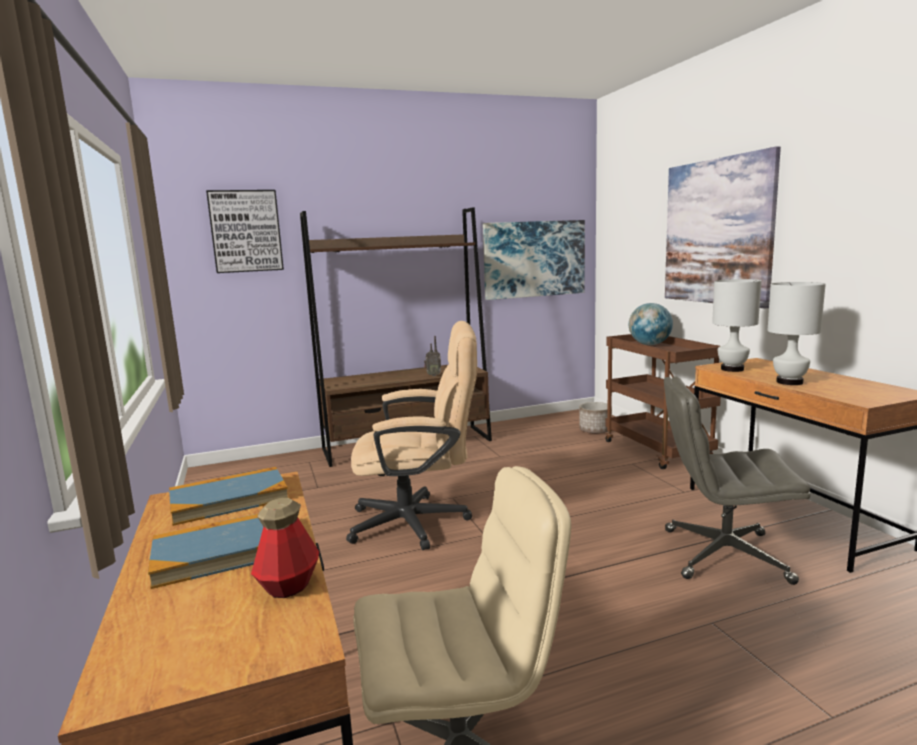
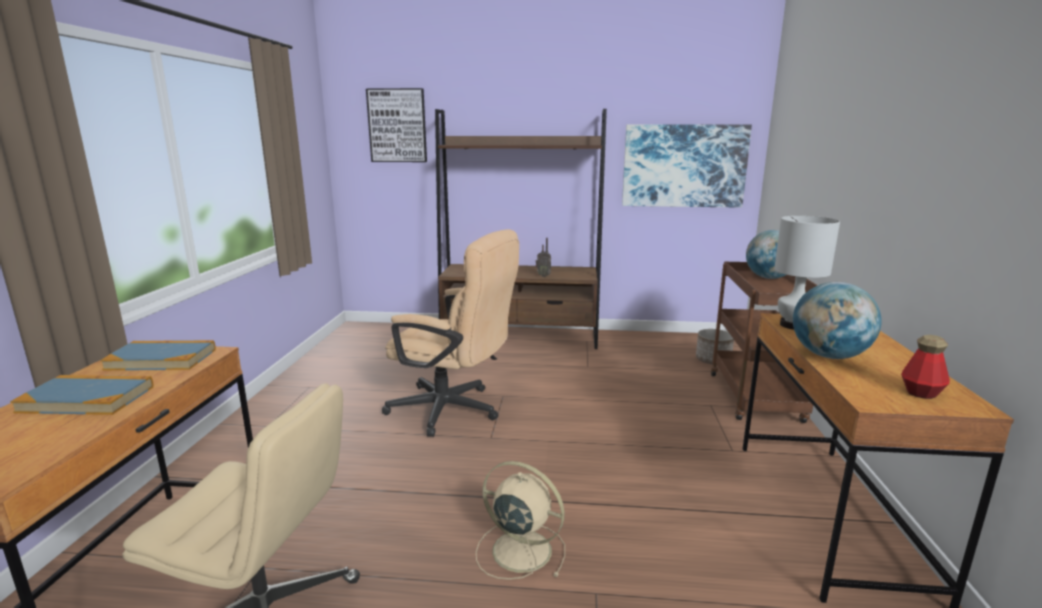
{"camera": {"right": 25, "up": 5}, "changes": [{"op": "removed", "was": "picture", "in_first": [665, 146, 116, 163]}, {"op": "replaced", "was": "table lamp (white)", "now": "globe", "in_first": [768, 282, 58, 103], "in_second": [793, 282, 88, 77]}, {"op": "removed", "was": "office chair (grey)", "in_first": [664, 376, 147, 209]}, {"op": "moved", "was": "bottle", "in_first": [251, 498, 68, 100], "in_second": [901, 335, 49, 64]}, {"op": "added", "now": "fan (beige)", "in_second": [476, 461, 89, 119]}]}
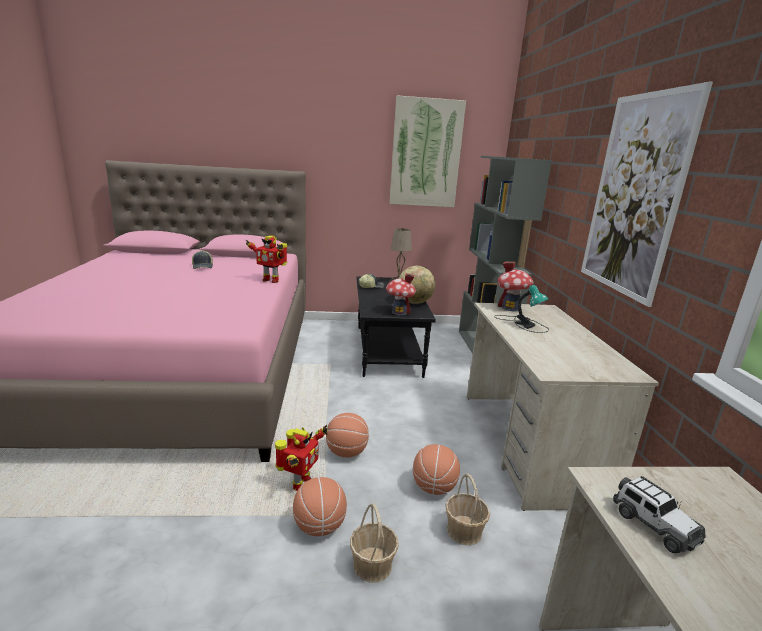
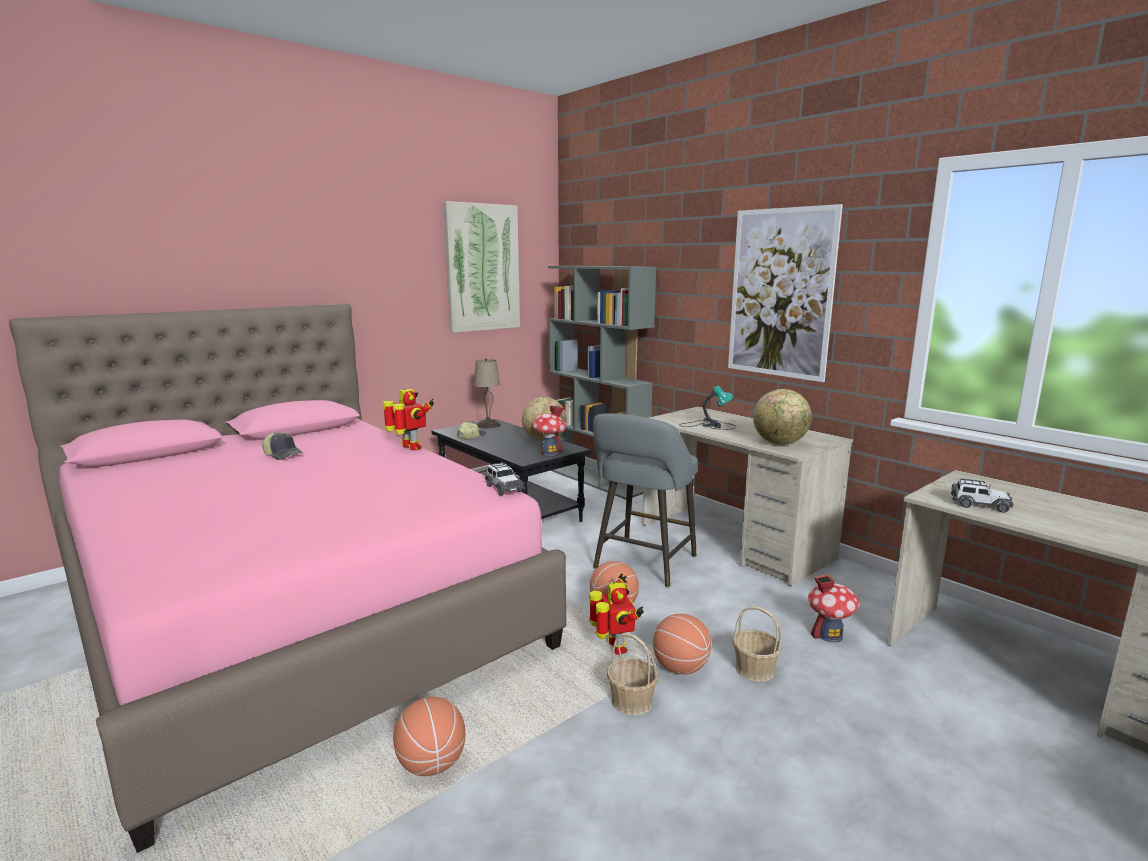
{"camera": {"right": -35, "up": -5}, "changes": [{"op": "turned", "was": "toy robot", "in_first": [245, 235, 42, 48], "in_second": [383, 389, 51, 61], "clockwise": -120}, {"op": "moved", "was": "toy house", "in_first": [498, 262, 35, 50], "in_second": [808, 574, 51, 69]}, {"op": "moved", "was": "basketball", "in_first": [413, 444, 47, 51], "in_second": [393, 697, 72, 79]}, {"op": "moved", "was": "basket", "in_first": [445, 473, 45, 72], "in_second": [607, 633, 52, 83]}, {"op": "added", "now": "globe", "in_second": [753, 389, 59, 56]}, {"op": "added", "now": "stool (grey)", "in_second": [593, 414, 105, 174]}, {"op": "added", "now": "toy car", "in_second": [485, 462, 39, 34]}]}
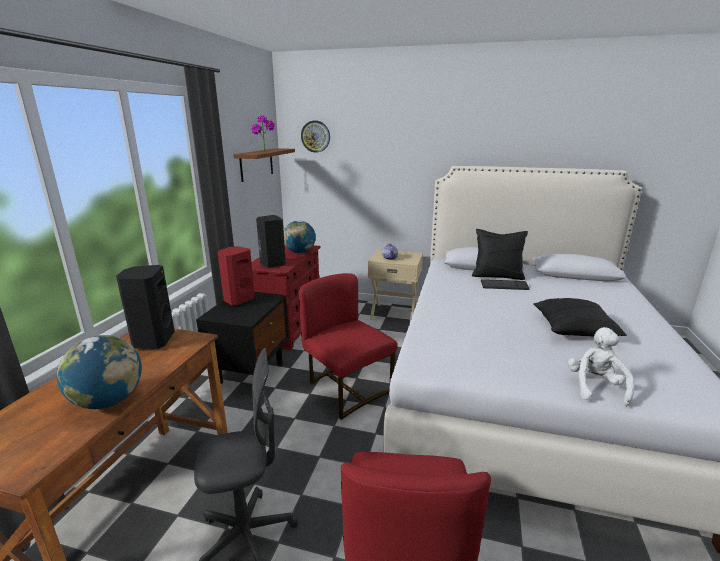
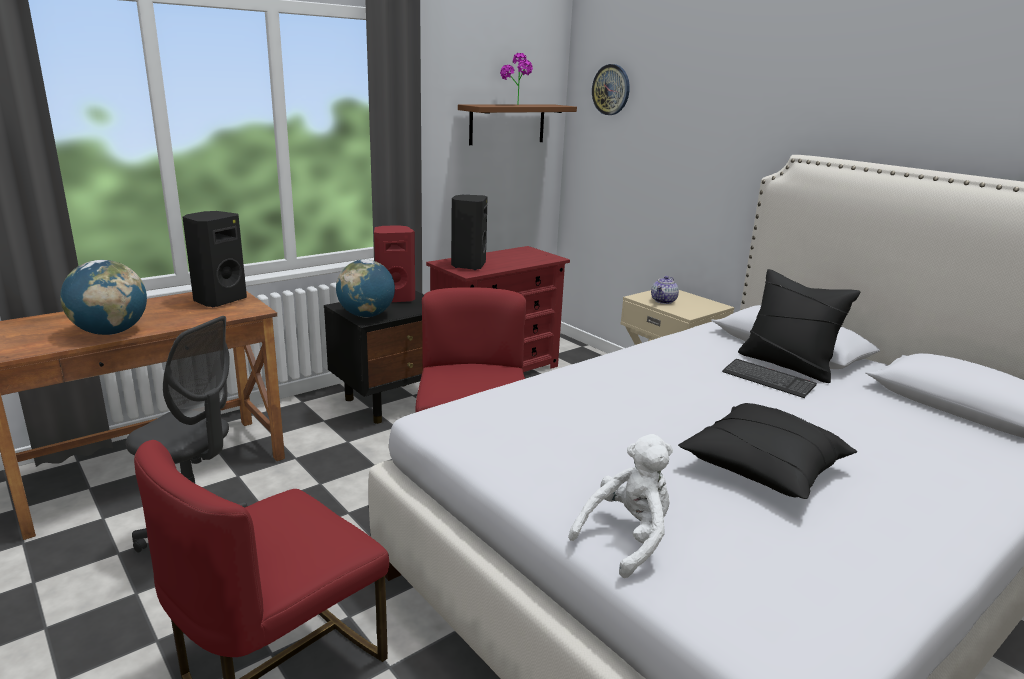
{"camera": {"right": 35, "up": 0}, "changes": [{"op": "moved", "was": "globe", "in_first": [284, 221, 32, 32], "in_second": [336, 259, 59, 58]}]}
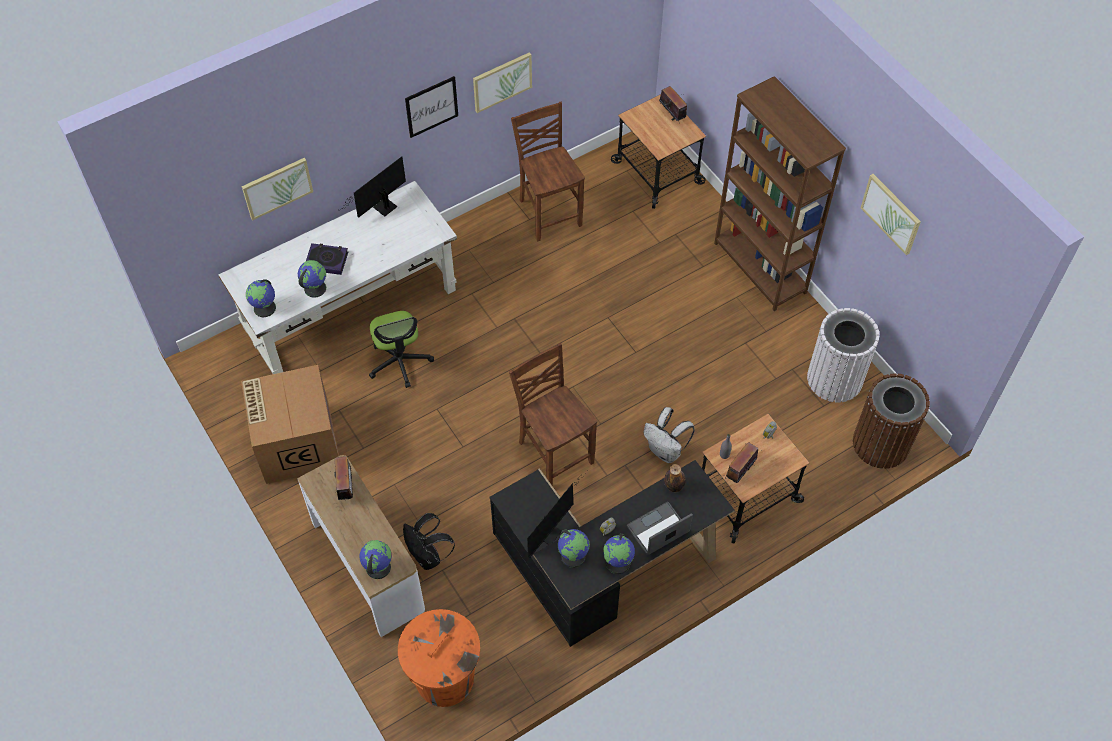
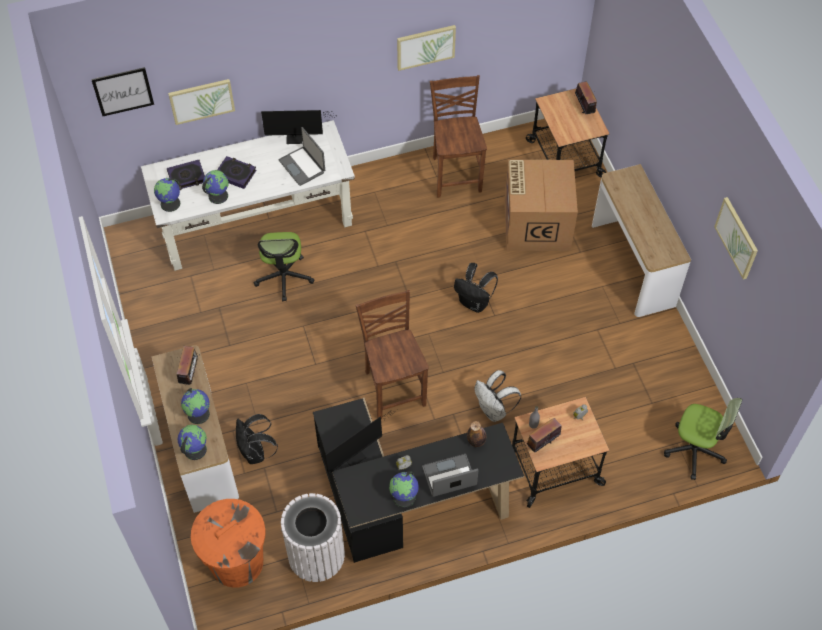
{"camera": {"right": 15, "up": 0}, "changes": [{"op": "moved", "was": "picture", "in_first": [405, 76, 53, 62], "in_second": [91, 67, 63, 49]}, {"op": "replaced", "was": "bookcase (brown)", "now": "console table", "in_first": [714, 76, 132, 235], "in_second": [592, 164, 99, 153]}, {"op": "turned", "was": "monitor", "in_first": [341, 157, 65, 61], "in_second": [261, 110, 76, 34], "clockwise": -150}, {"op": "moved", "was": "trash can (white)", "in_first": [807, 308, 72, 94], "in_second": [281, 493, 64, 89]}, {"op": "moved", "was": "cardboard box", "in_first": [241, 365, 98, 119], "in_second": [504, 160, 74, 91]}, {"op": "replaced", "was": "trash can (brown)", "now": "office chair", "in_first": [853, 373, 77, 96], "in_second": [664, 398, 78, 82]}, {"op": "moved", "was": "globe", "in_first": [558, 529, 32, 39], "in_second": [181, 388, 29, 36]}, {"op": "added", "now": "laptop", "in_second": [278, 127, 47, 59]}, {"op": "added", "now": "book", "in_second": [167, 160, 38, 30]}, {"op": "added", "now": "backpack (black)", "in_second": [454, 263, 44, 50]}]}
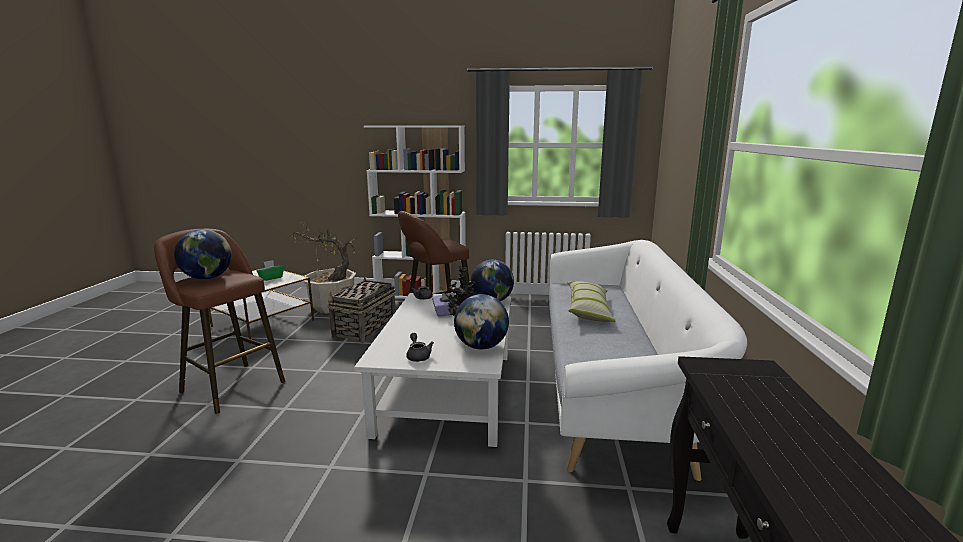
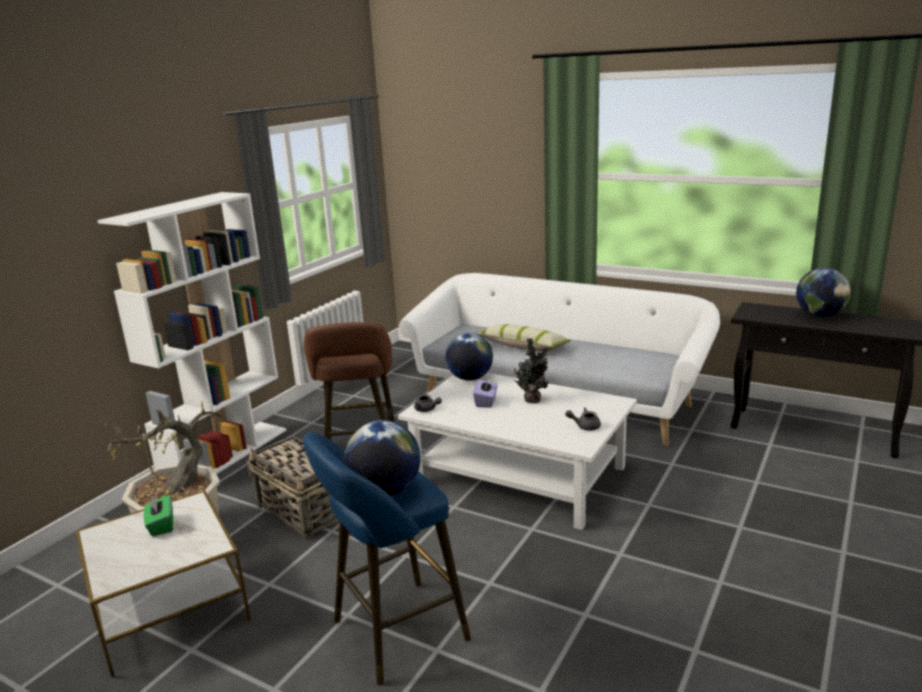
{"camera": {"right": -65, "up": 5}, "changes": [{"op": "recoloured", "was": "stool (brown)", "now": "stool (blue)", "in_first": [154, 229, 131, 185], "in_second": [303, 433, 168, 253]}, {"op": "moved", "was": "globe", "in_first": [454, 294, 55, 55], "in_second": [796, 268, 55, 49]}]}
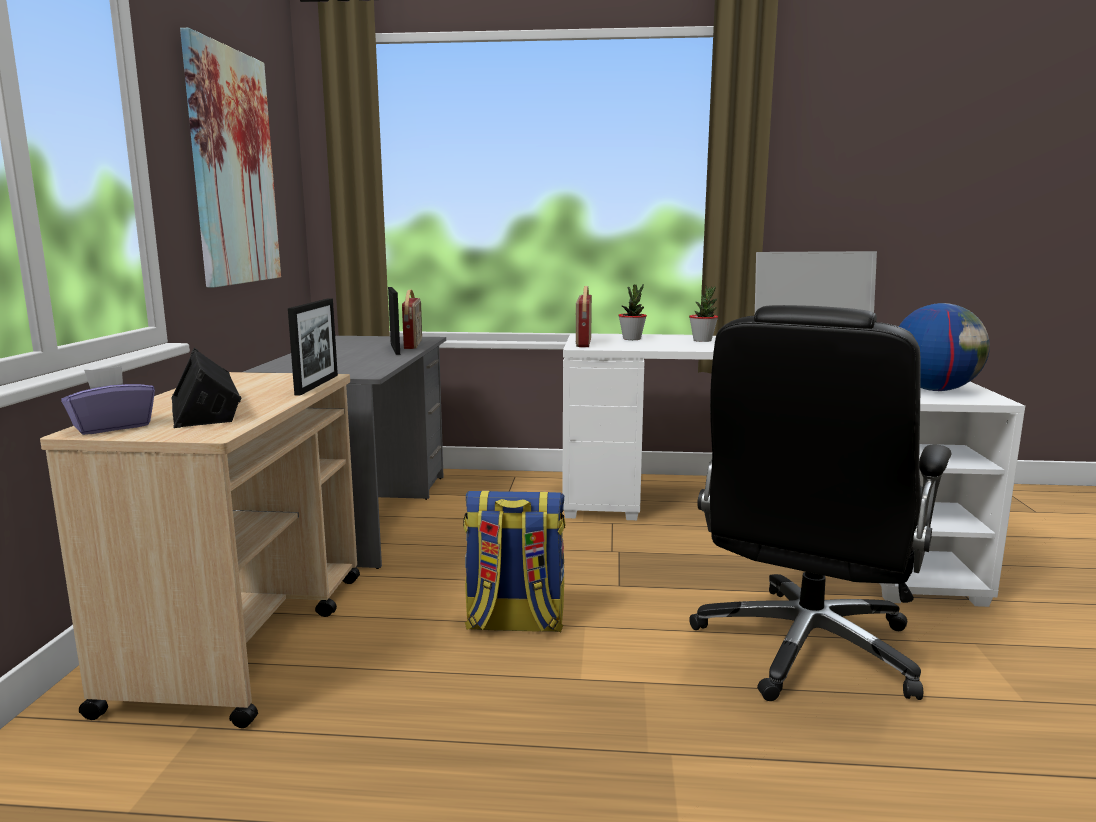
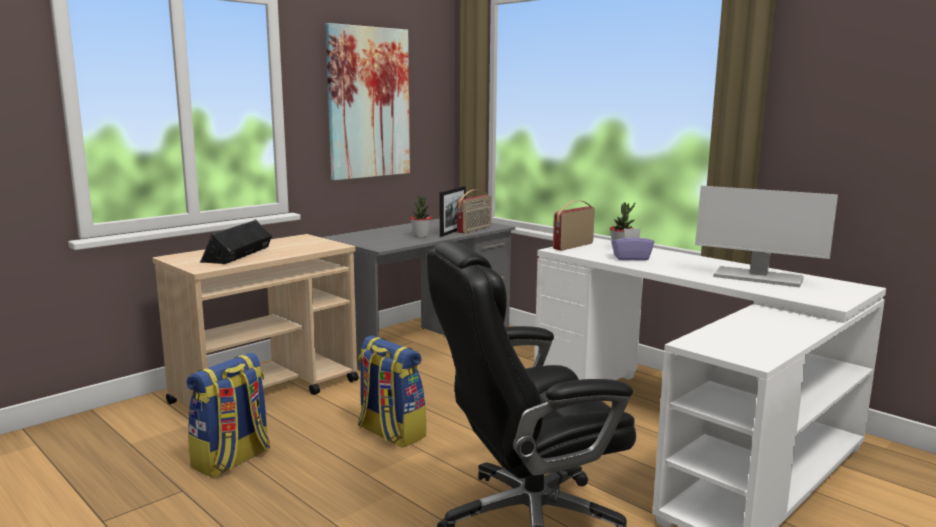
{"camera": {"right": 40, "up": 0}, "changes": [{"op": "moved", "was": "potted plant", "in_first": [689, 286, 29, 56], "in_second": [410, 194, 22, 43]}, {"op": "removed", "was": "picture frame", "in_first": [288, 299, 50, 97]}, {"op": "removed", "was": "globe", "in_first": [899, 303, 91, 88]}, {"op": "moved", "was": "tissue box (purple)", "in_first": [61, 366, 94, 69], "in_second": [611, 228, 43, 32]}, {"op": "added", "now": "backpack", "in_second": [187, 353, 83, 125]}]}
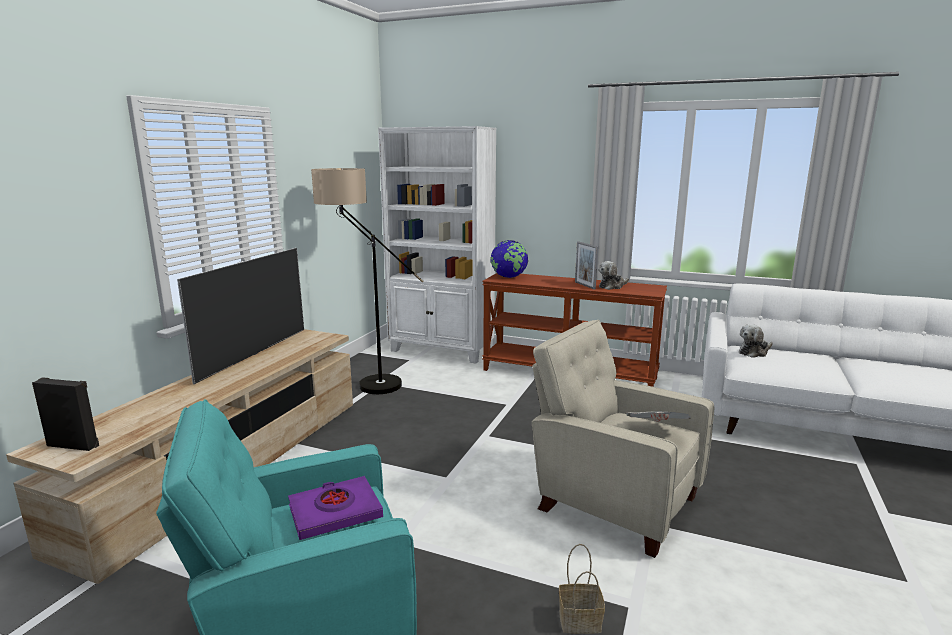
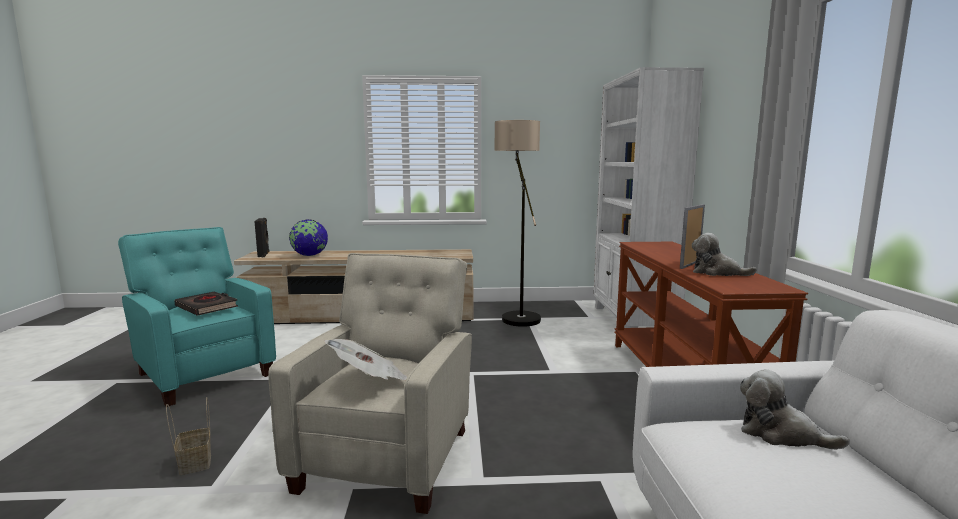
{"camera": {"right": 65, "up": -5}, "changes": [{"op": "moved", "was": "globe", "in_first": [491, 240, 37, 38], "in_second": [289, 219, 39, 37]}, {"op": "removed", "was": "television", "in_first": [177, 248, 127, 136]}, {"op": "recoloured", "was": "book (purple)", "now": "book (black)", "in_first": [288, 476, 95, 64], "in_second": [174, 292, 64, 24]}]}
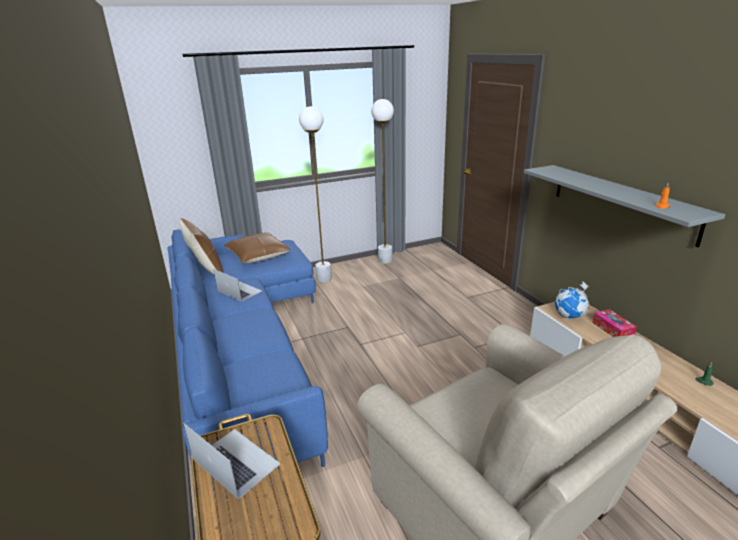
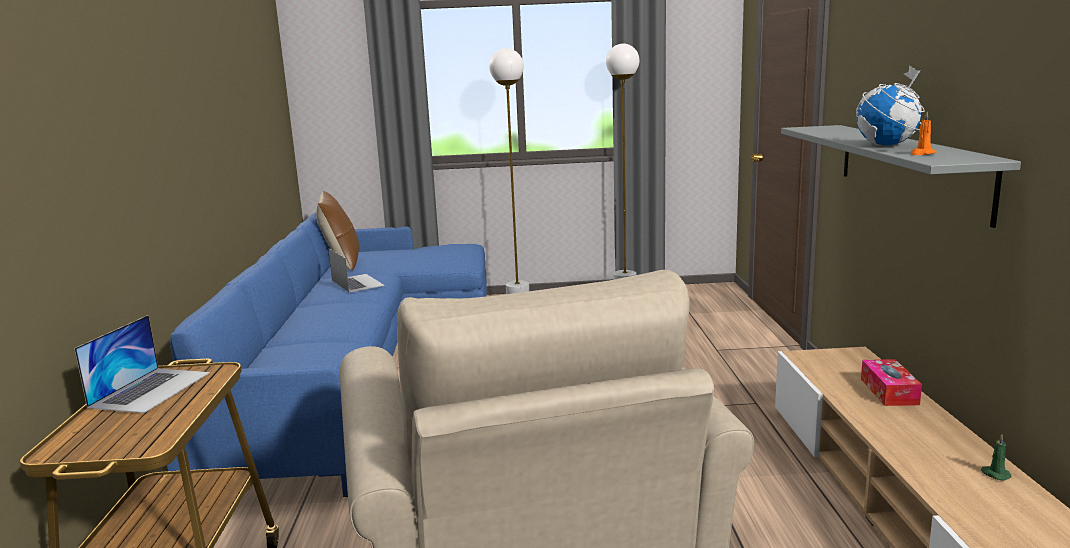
{"camera": {"right": 20, "up": -10}, "changes": [{"op": "removed", "was": "pillow (brown)", "in_first": [224, 233, 66, 30]}, {"op": "moved", "was": "globe", "in_first": [555, 282, 34, 36], "in_second": [856, 65, 69, 81]}, {"op": "turned", "was": "laptop", "in_first": [183, 423, 98, 76], "in_second": [74, 315, 136, 98], "clockwise": 45}]}
